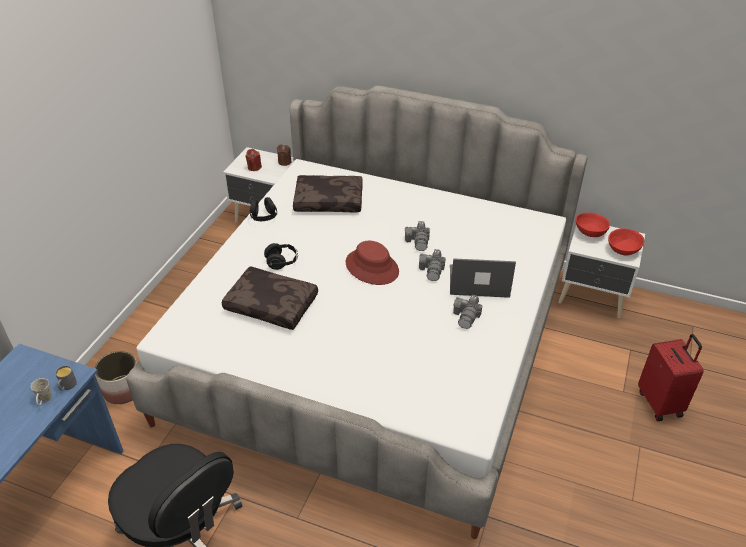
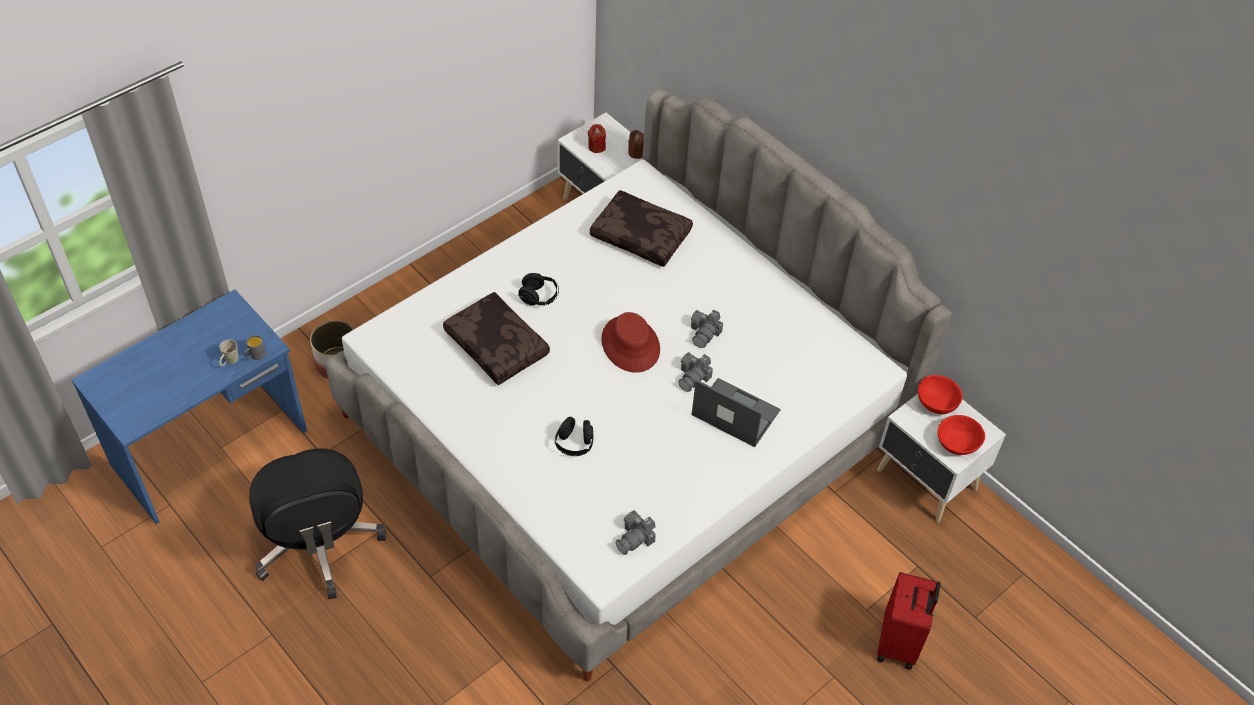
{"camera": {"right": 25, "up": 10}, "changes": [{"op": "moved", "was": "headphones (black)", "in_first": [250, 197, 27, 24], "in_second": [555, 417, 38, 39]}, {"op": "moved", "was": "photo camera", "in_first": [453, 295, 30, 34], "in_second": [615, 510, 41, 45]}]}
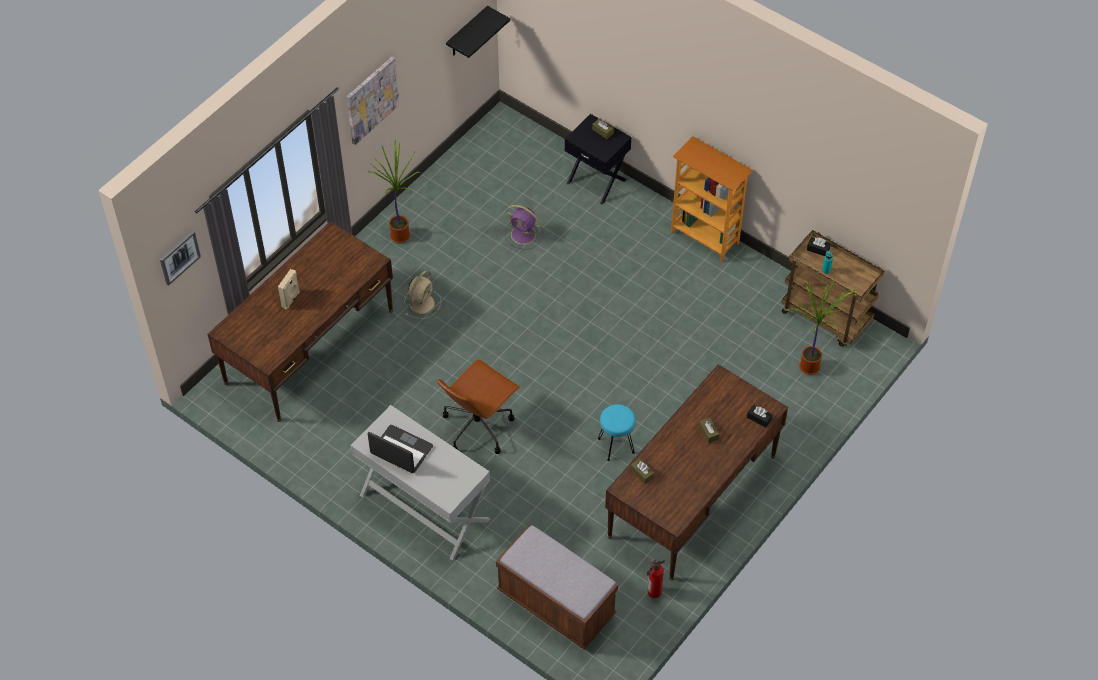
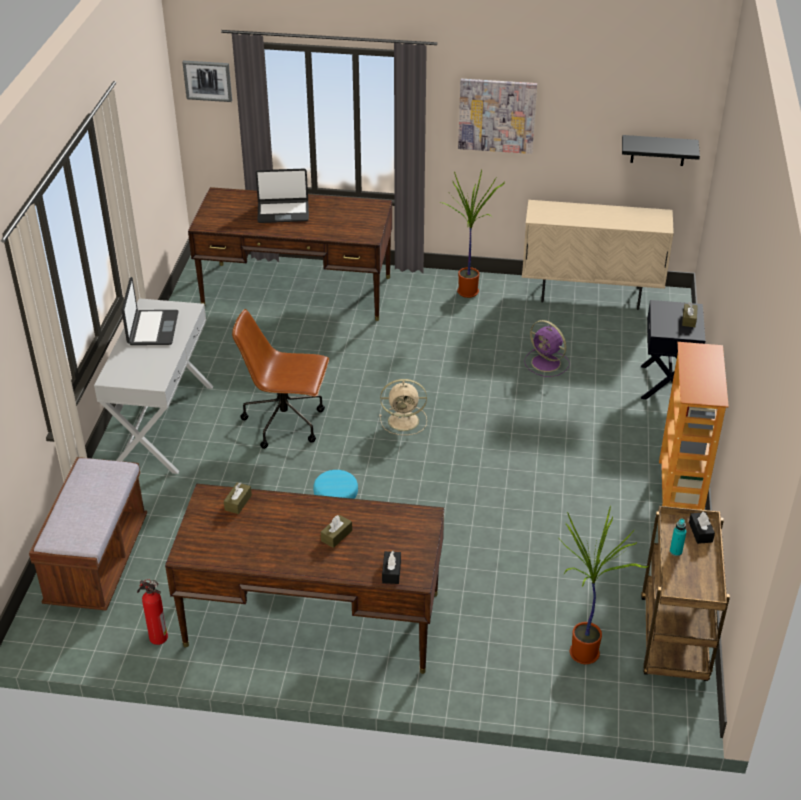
{"camera": {"right": 60, "up": -15}, "changes": [{"op": "turned", "was": "fan (purple)", "in_first": [505, 205, 38, 45], "in_second": [524, 320, 46, 57], "clockwise": -45}, {"op": "replaced", "was": "speaker (beige)", "now": "laptop", "in_first": [278, 269, 22, 41], "in_second": [256, 169, 53, 54]}, {"op": "moved", "was": "fan (beige)", "in_first": [404, 270, 37, 49], "in_second": [379, 379, 48, 56]}, {"op": "added", "now": "cabinet (beige)", "in_second": [522, 200, 152, 110]}]}
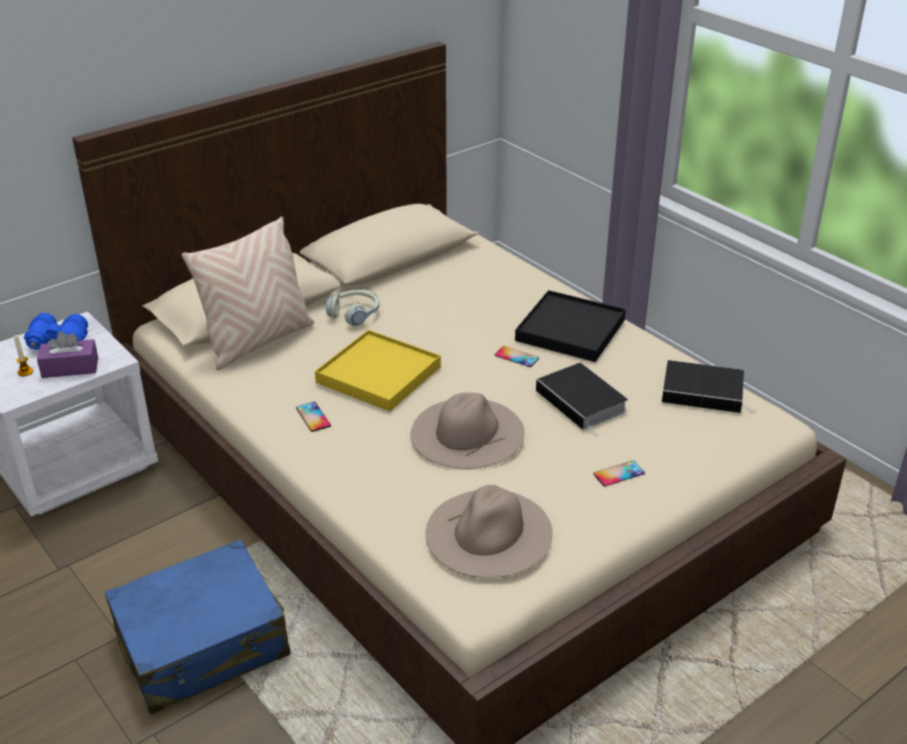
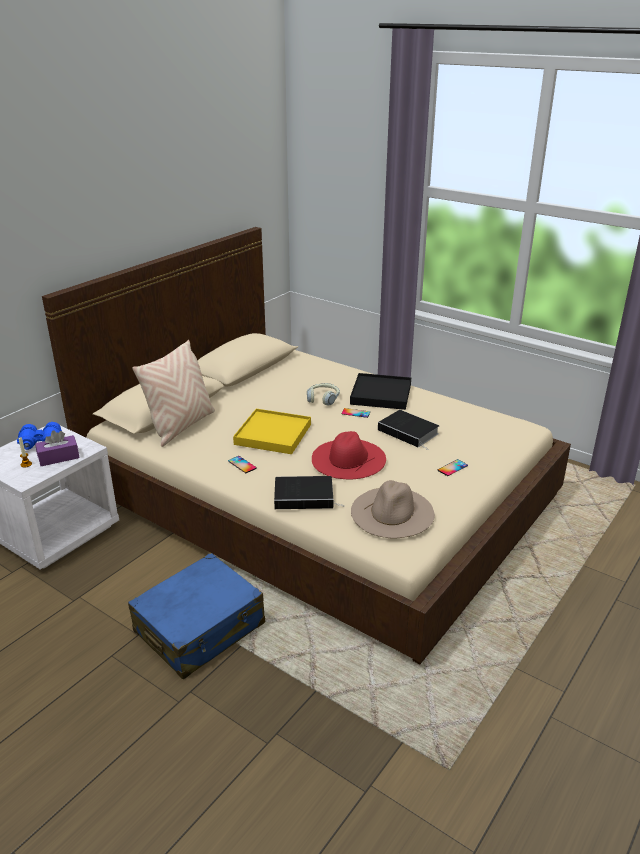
{"camera": {"right": -15, "up": -5}, "changes": [{"op": "moved", "was": "headphones", "in_first": [326, 290, 54, 36], "in_second": [307, 383, 33, 23]}, {"op": "moved", "was": "book", "in_first": [662, 360, 95, 53], "in_second": [274, 476, 71, 33]}, {"op": "recoloured", "was": "hat (beige)", "now": "hat (red)", "in_first": [410, 393, 115, 76], "in_second": [312, 431, 74, 48]}]}
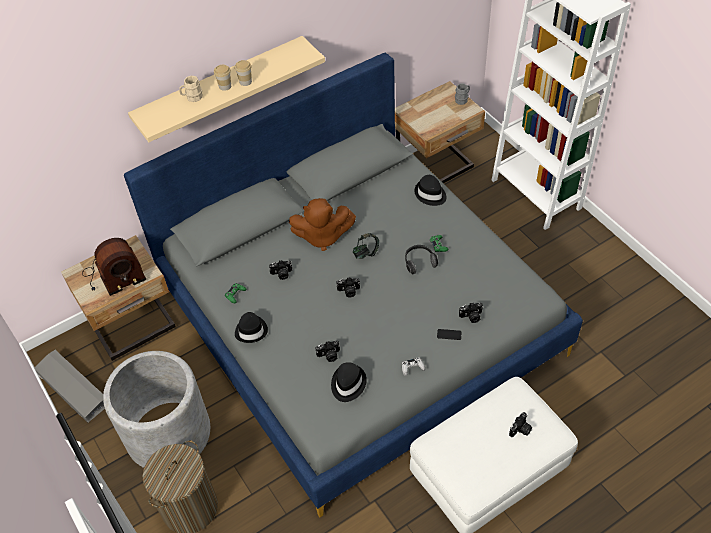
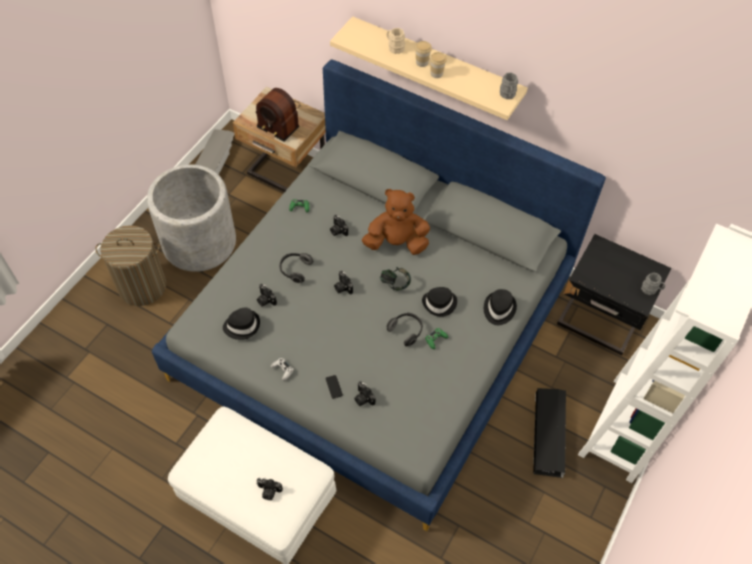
{"camera": {"right": 60, "up": 5}, "changes": [{"op": "recoloured", "was": "nightstand (beige)", "now": "nightstand (black)", "in_first": [395, 81, 90, 102], "in_second": [557, 234, 114, 121]}, {"op": "turned", "was": "plush toy (brown)", "in_first": [289, 198, 67, 53], "in_second": [362, 189, 68, 66], "clockwise": 120}, {"op": "moved", "was": "hat (black)", "in_first": [235, 312, 33, 31], "in_second": [422, 287, 35, 30]}, {"op": "added", "now": "mug (grey)", "in_second": [500, 72, 18, 27]}, {"op": "added", "now": "headphones", "in_second": [280, 253, 33, 30]}, {"op": "added", "now": "storage box (black)", "in_second": [533, 388, 33, 90]}]}
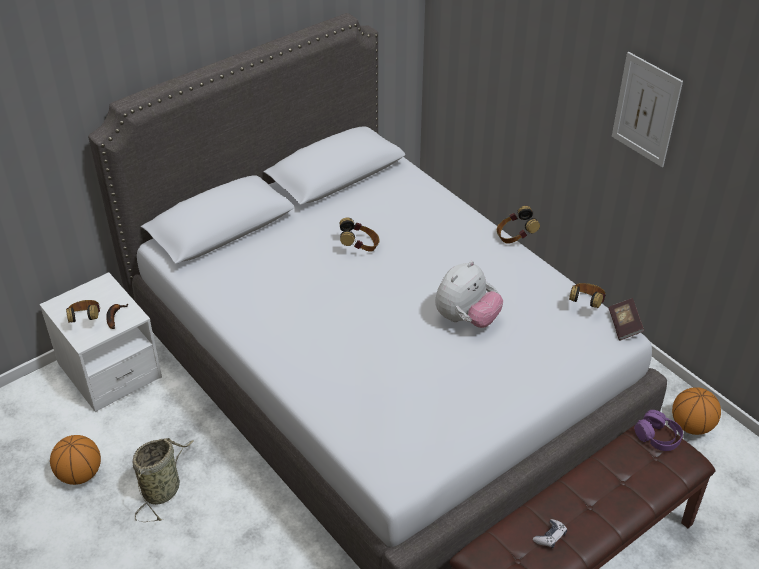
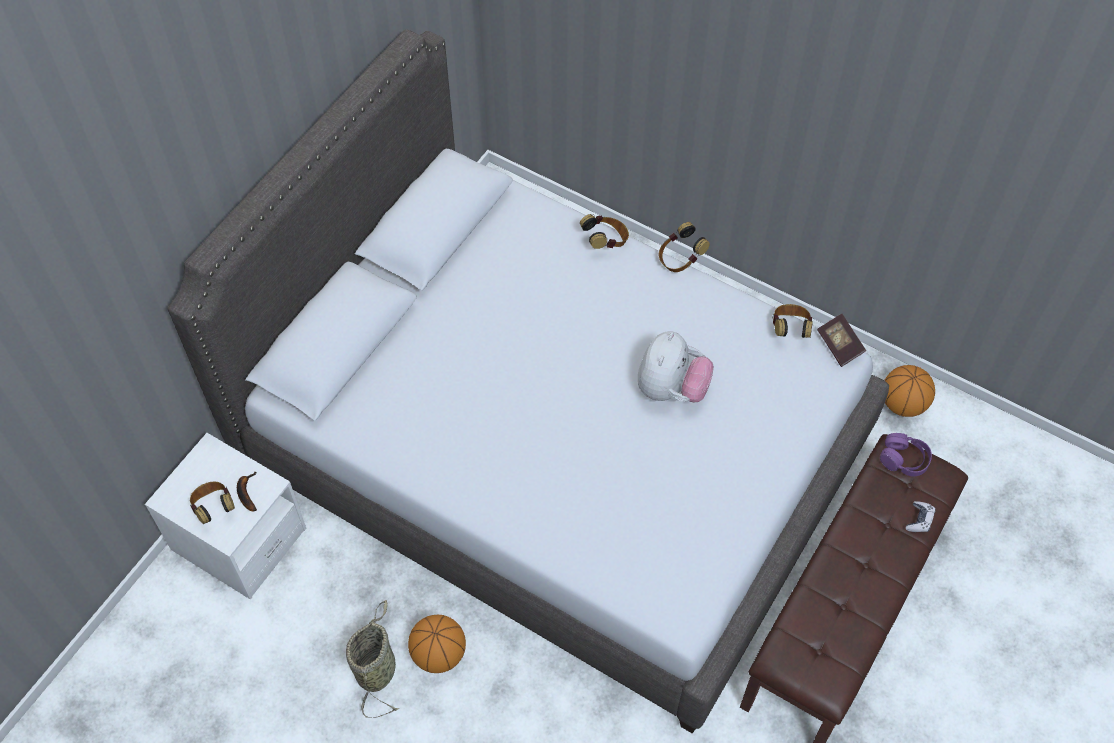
{"camera": {"right": -20, "up": 15}, "changes": [{"op": "removed", "was": "picture", "in_first": [612, 52, 71, 115]}, {"op": "moved", "was": "headphones", "in_first": [340, 218, 39, 34], "in_second": [580, 214, 49, 35]}, {"op": "moved", "was": "basketball", "in_first": [50, 435, 51, 50], "in_second": [408, 615, 58, 58]}, {"op": "moved", "was": "game controller", "in_first": [533, 519, 34, 29], "in_second": [906, 501, 29, 31]}]}
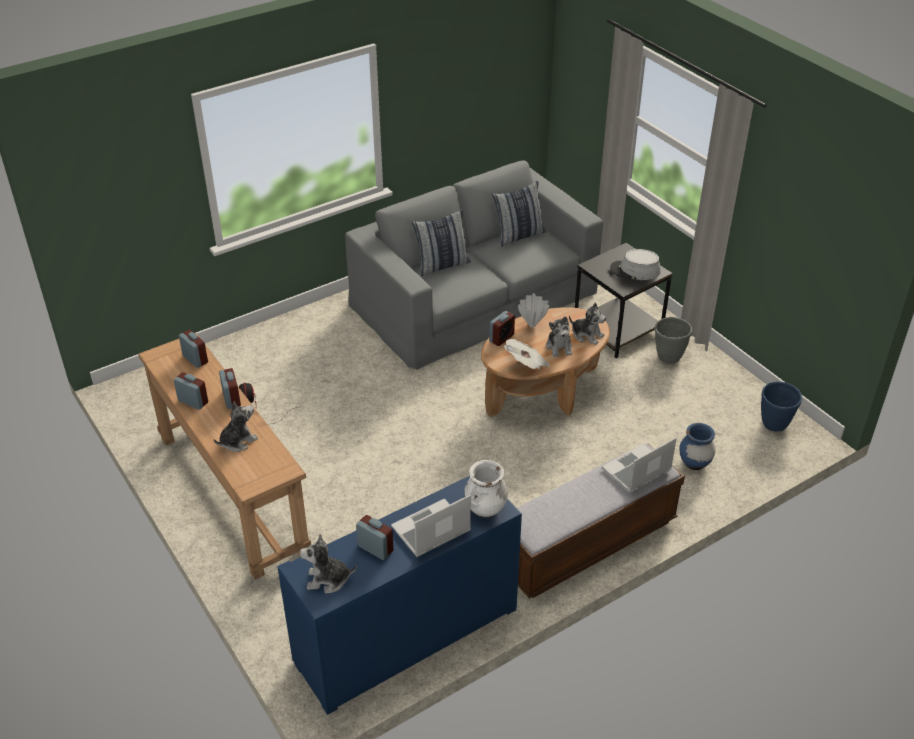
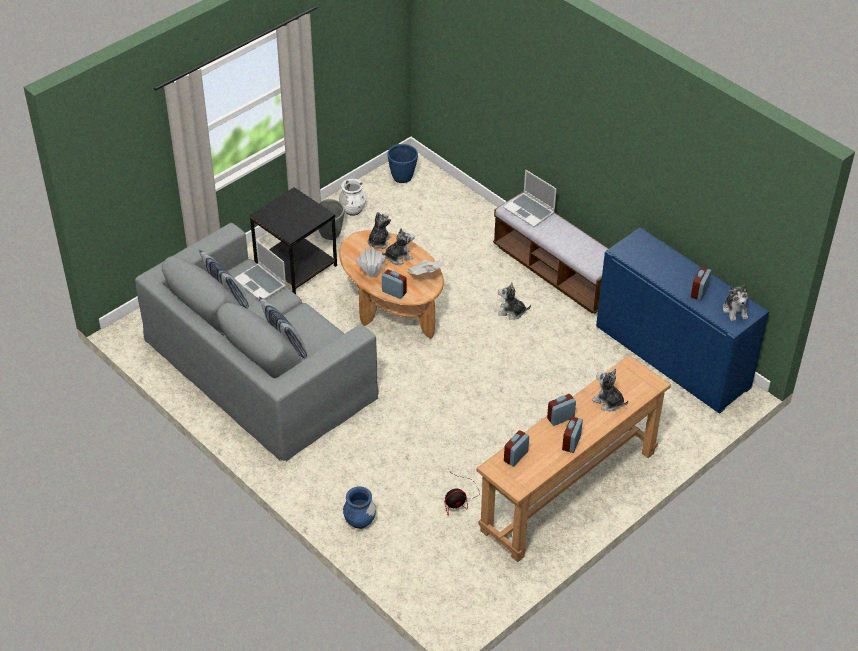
{"camera": {"right": -100, "up": 5}, "changes": [{"op": "removed", "was": "hat (grey)", "in_first": [610, 249, 50, 31]}, {"op": "moved", "was": "vase (blue)", "in_first": [679, 423, 37, 47], "in_second": [343, 486, 33, 43]}, {"op": "moved", "was": "vase (white)", "in_first": [464, 460, 44, 58], "in_second": [339, 179, 27, 37]}, {"op": "moved", "was": "laptop", "in_first": [391, 495, 80, 62], "in_second": [235, 240, 51, 60]}, {"op": "added", "now": "plush toy", "in_second": [498, 282, 33, 38]}]}
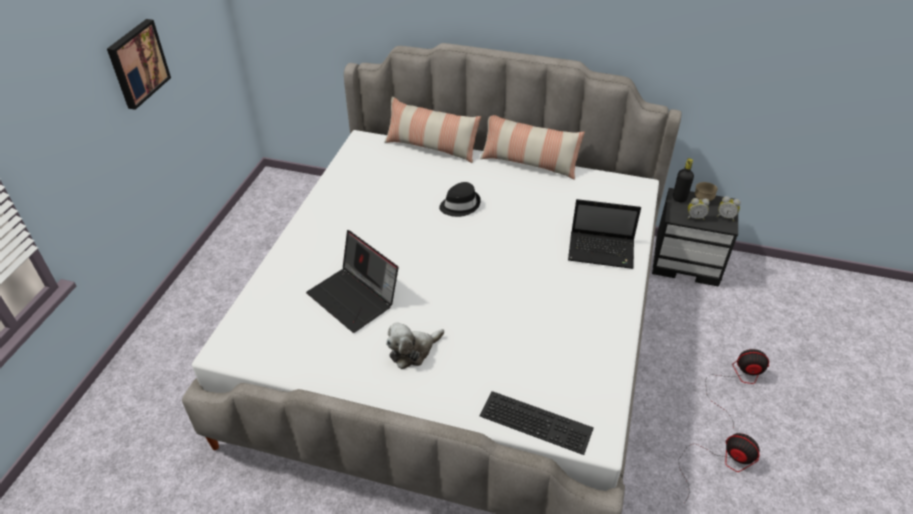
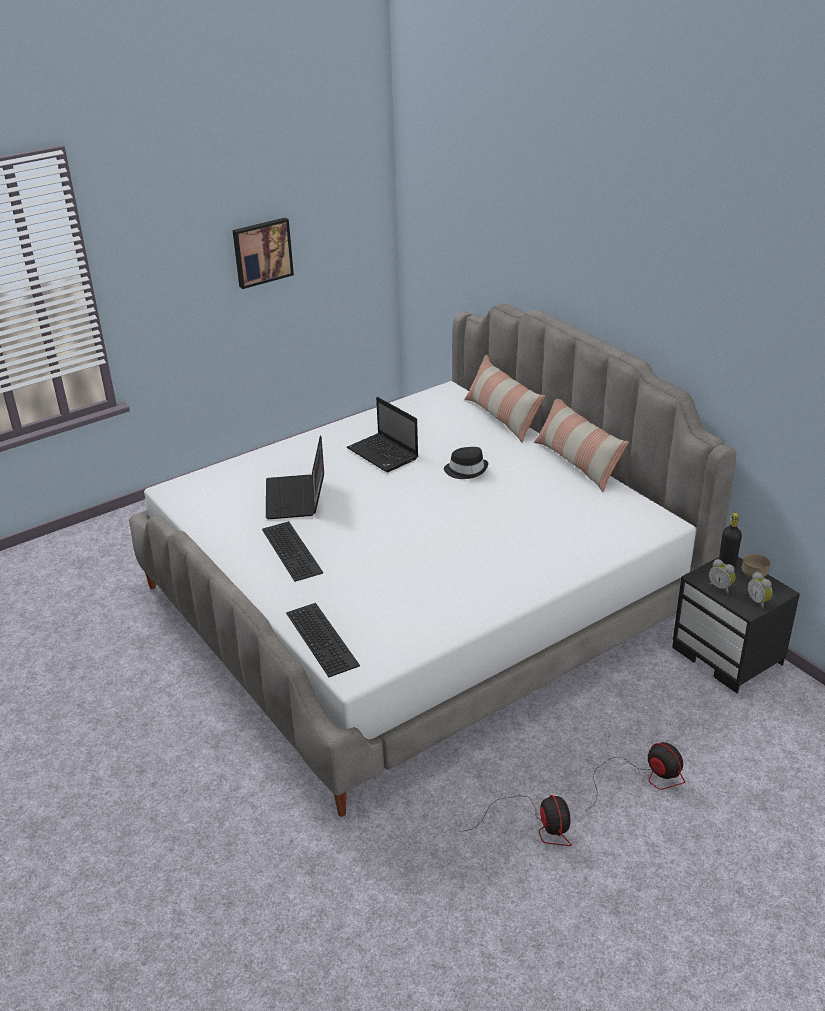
{"camera": {"right": 40, "up": -10}, "changes": [{"op": "moved", "was": "laptop", "in_first": [568, 199, 73, 70], "in_second": [347, 397, 71, 75]}, {"op": "replaced", "was": "plush toy", "now": "keyboard", "in_first": [386, 322, 58, 47], "in_second": [262, 521, 61, 61]}]}
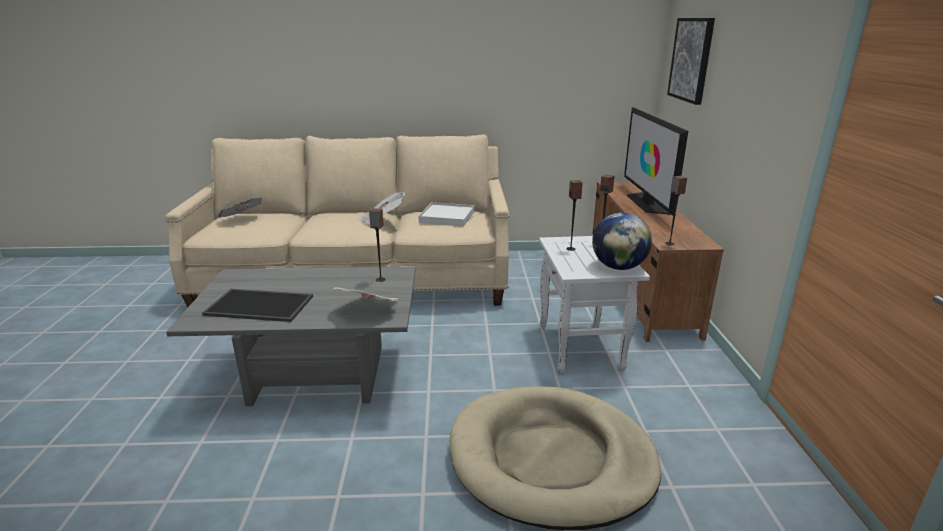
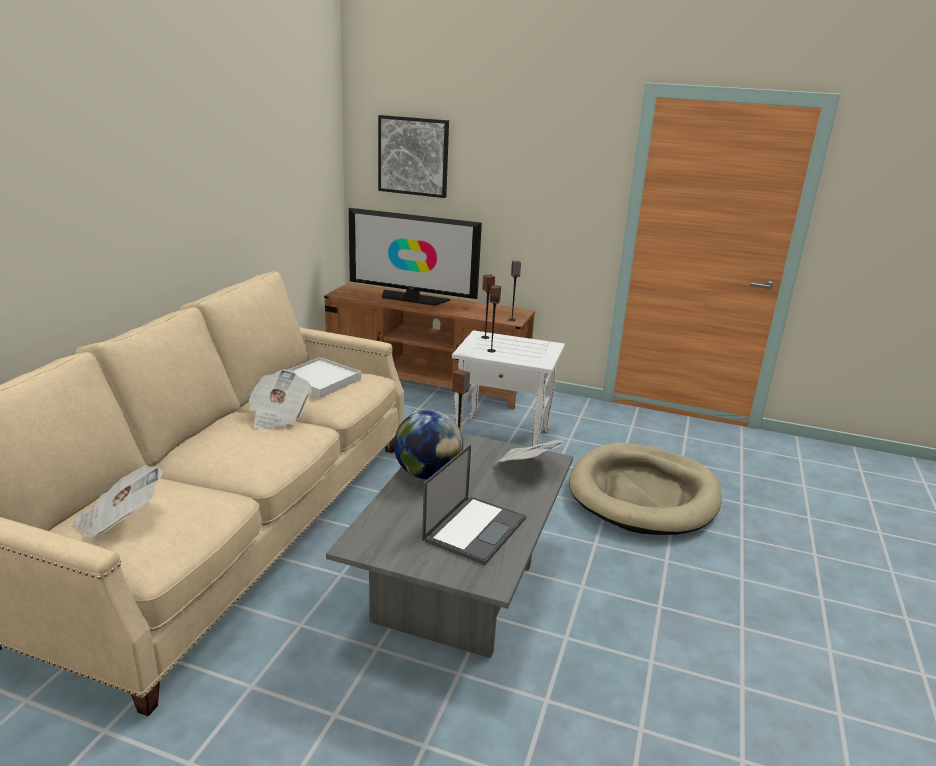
{"camera": {"right": -70, "up": 0}, "changes": [{"op": "moved", "was": "globe", "in_first": [592, 212, 60, 58], "in_second": [394, 410, 69, 69]}, {"op": "replaced", "was": "tray", "now": "laptop", "in_first": [202, 289, 111, 33], "in_second": [422, 444, 104, 121]}]}
